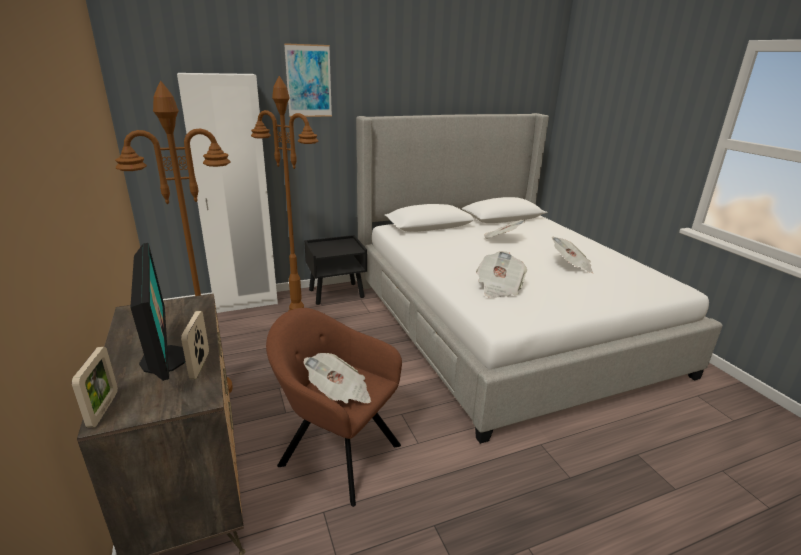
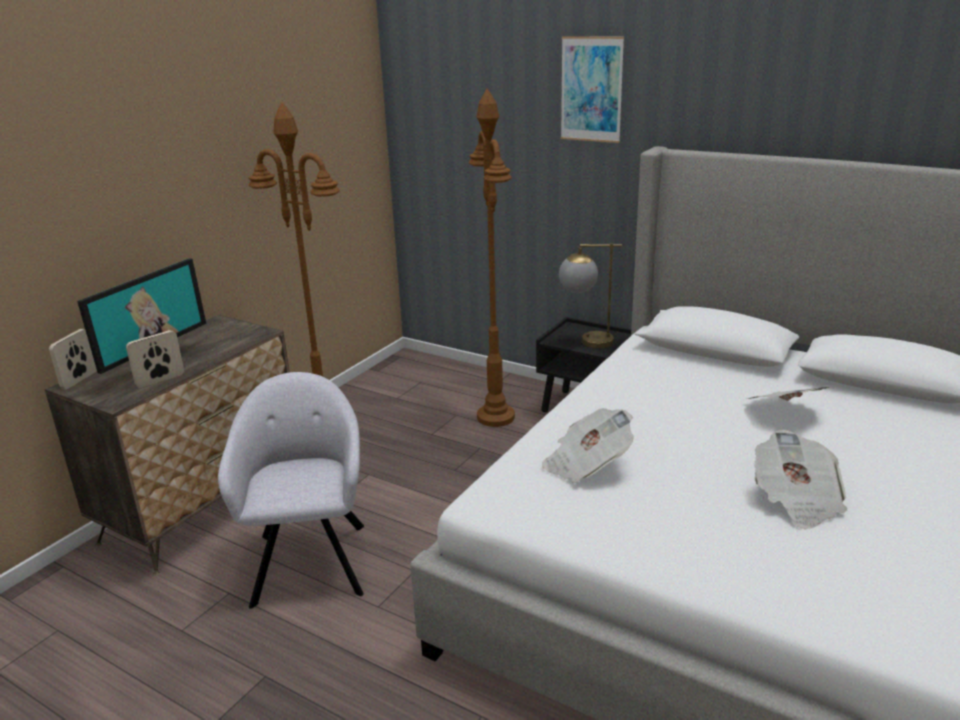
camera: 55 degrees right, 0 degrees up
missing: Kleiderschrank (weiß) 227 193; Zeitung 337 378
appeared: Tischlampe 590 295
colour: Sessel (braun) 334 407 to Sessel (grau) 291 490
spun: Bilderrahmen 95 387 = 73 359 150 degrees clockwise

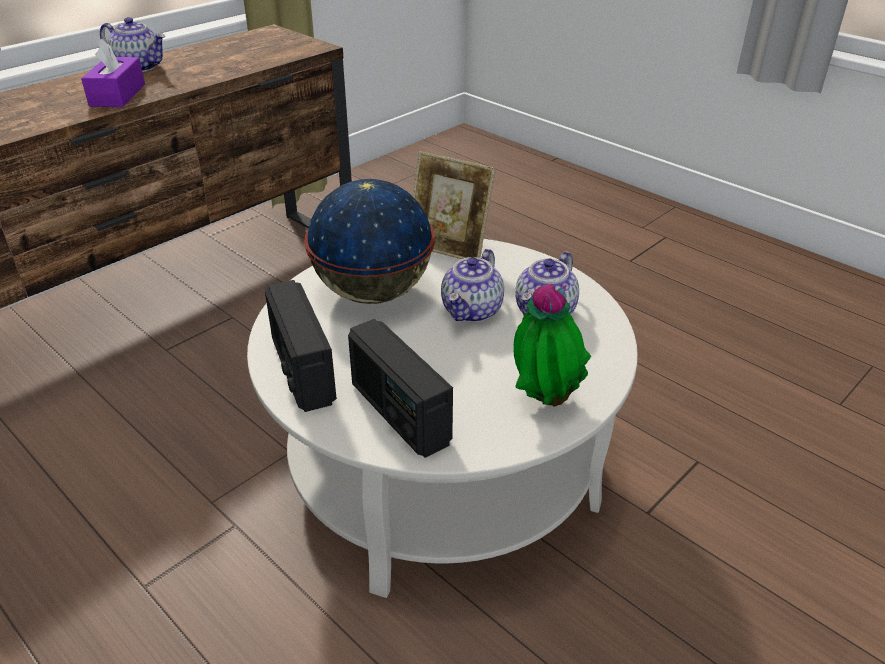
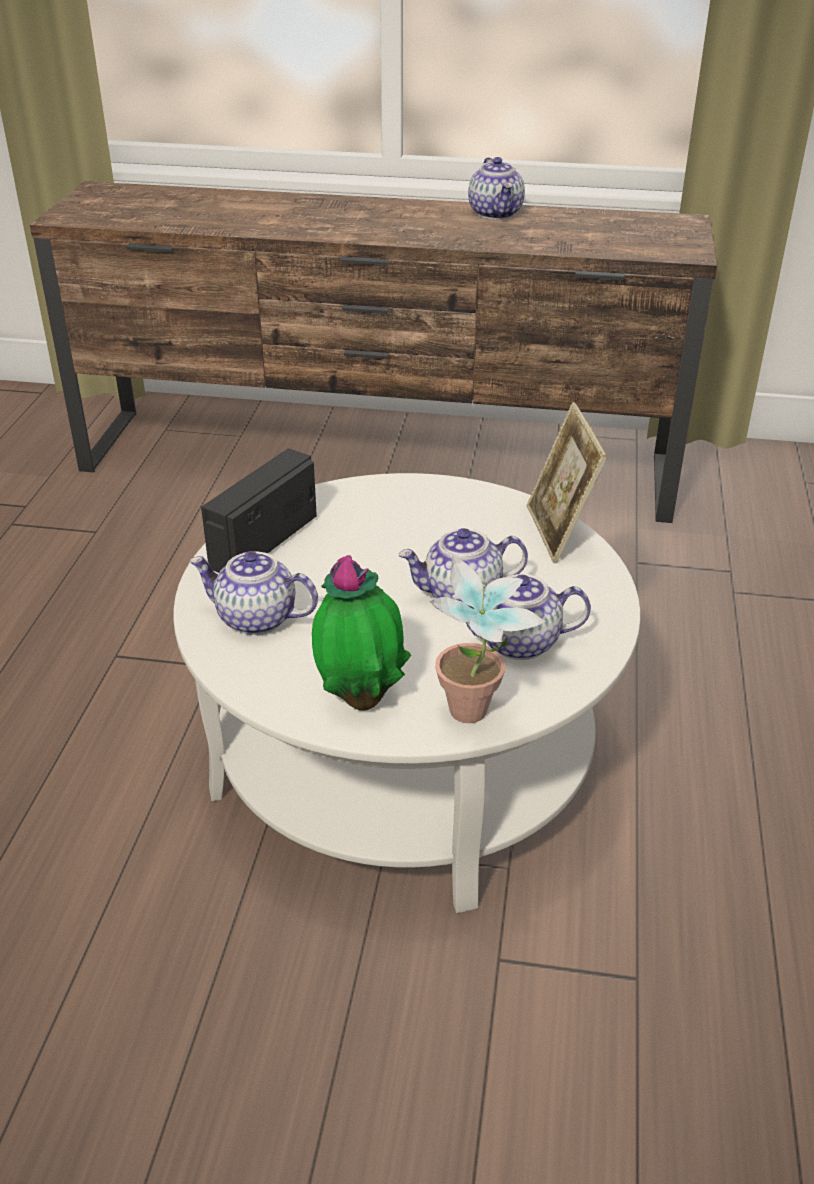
camera: 55 degrees right, 0 degrees up
missing: Taschentuchbox (lila) 113 73; Globus 369 241
appeared: Topfpflanze 488 638
exchanged: Radio 400 388 to Teekanne 253 593

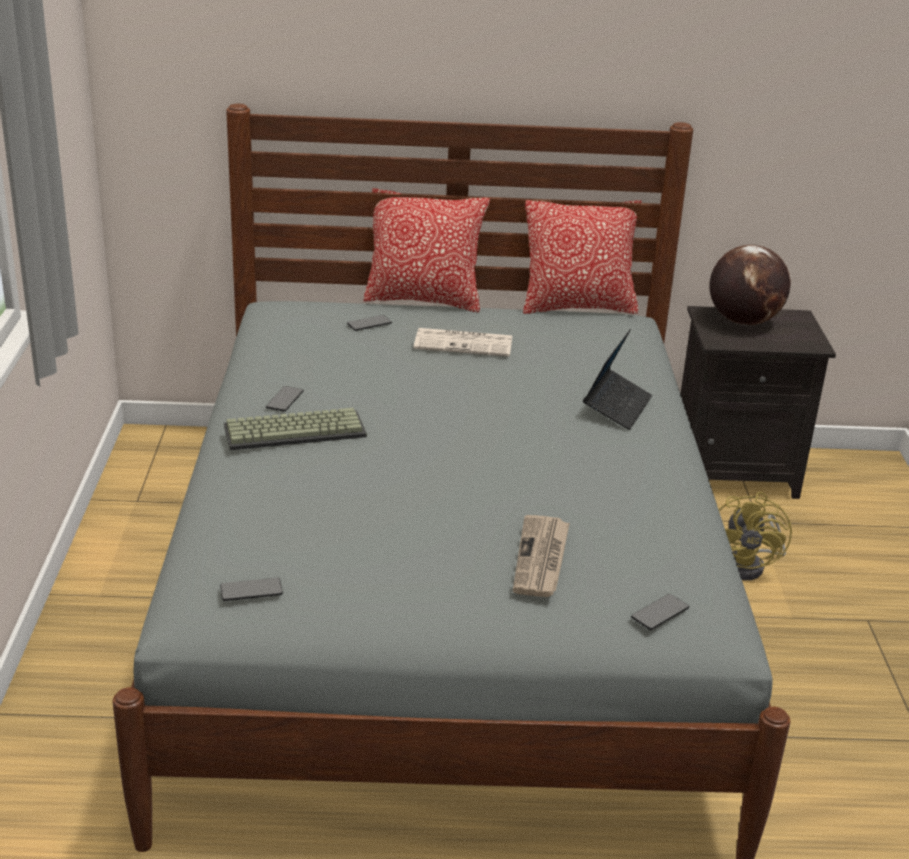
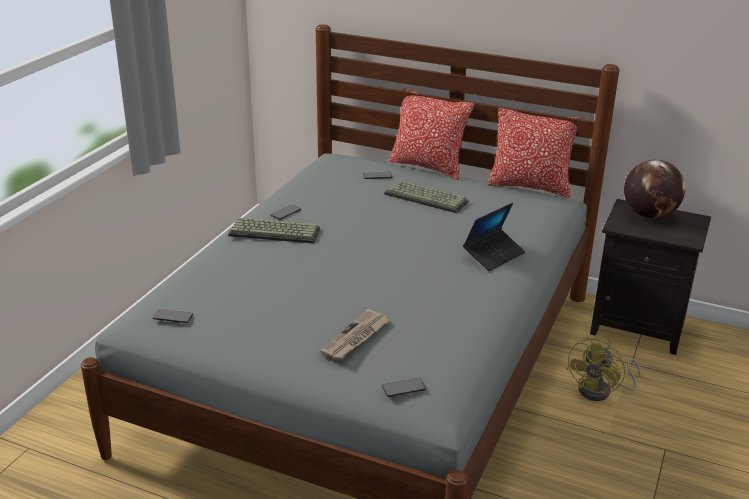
camera: 25 degrees right, 0 degrees up
exchanged: Zeitung 463 342 to Tastatur 426 196

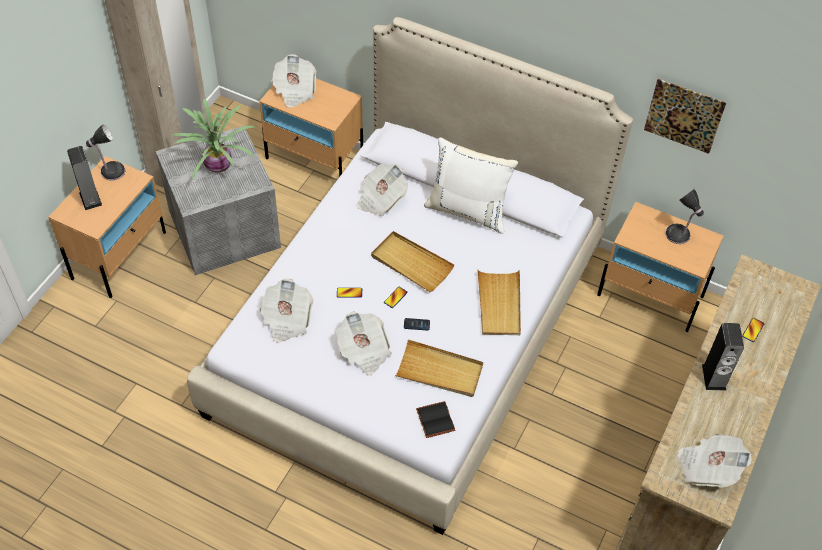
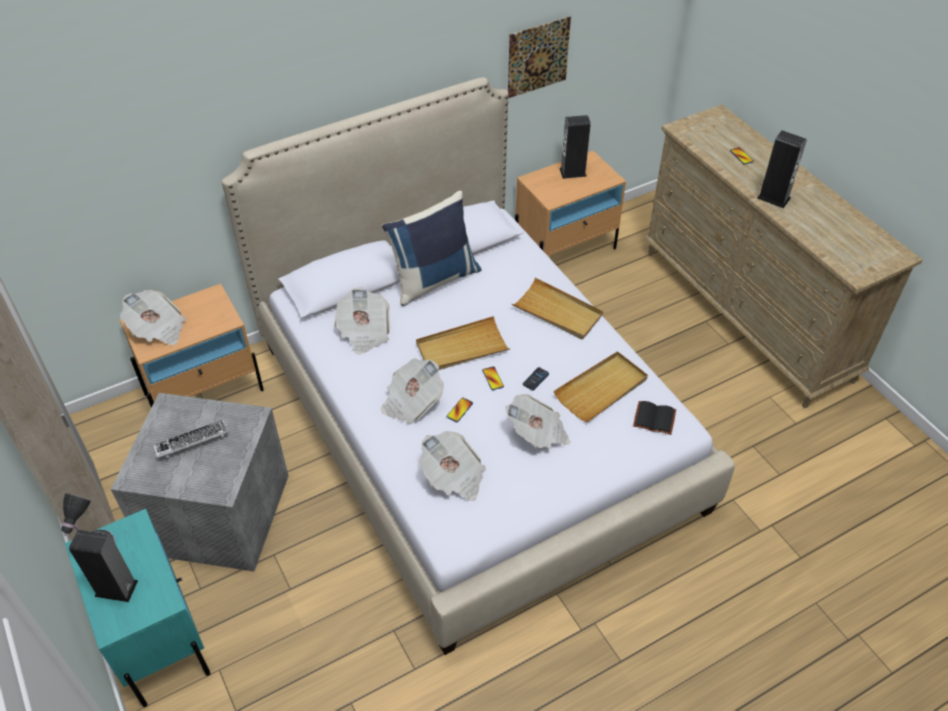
camera: 55 degrees left, 5 degrees down
relocated: Zeitung 715 461 to 412 391
exchanged: Topfpflanze 213 139 to Tastatur 191 439; Tischlampe 684 216 to Lautsprecher 575 147
colour: Nachttisch (beige) 107 227 to Nachttisch (türkis) 138 608; Kissen (weiß) 471 185 to Kissen (blau) 432 248

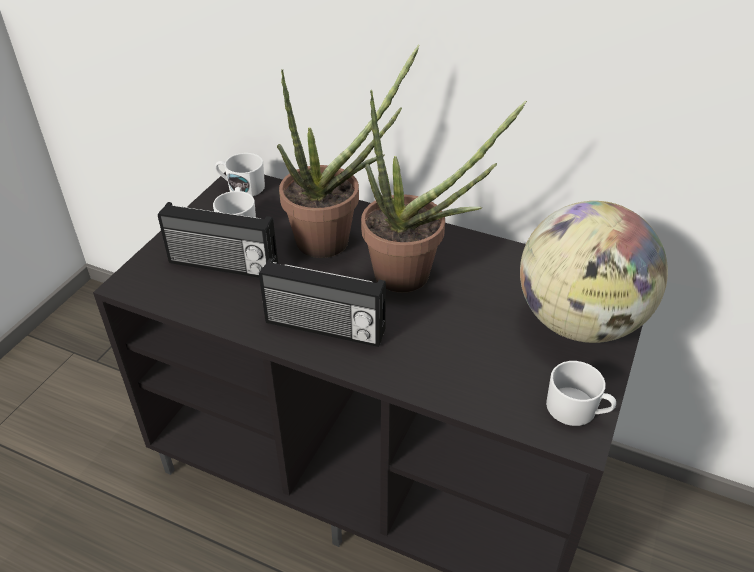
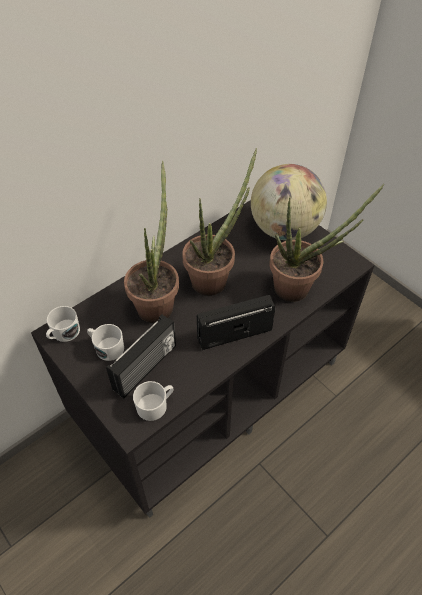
camera: 65 degrees left, 10 degrees up
appeared: Topfpflanze 326 243
relocated: Henkelbecher (weiß) 581 393 to 153 401
spun: Radio 322 302 = 236 322 150 degrees counterclockwise

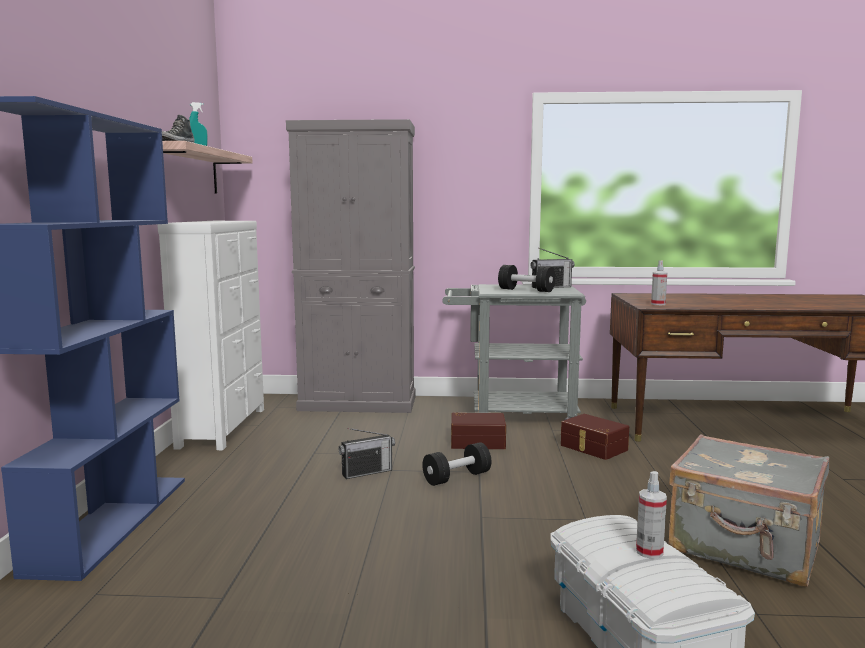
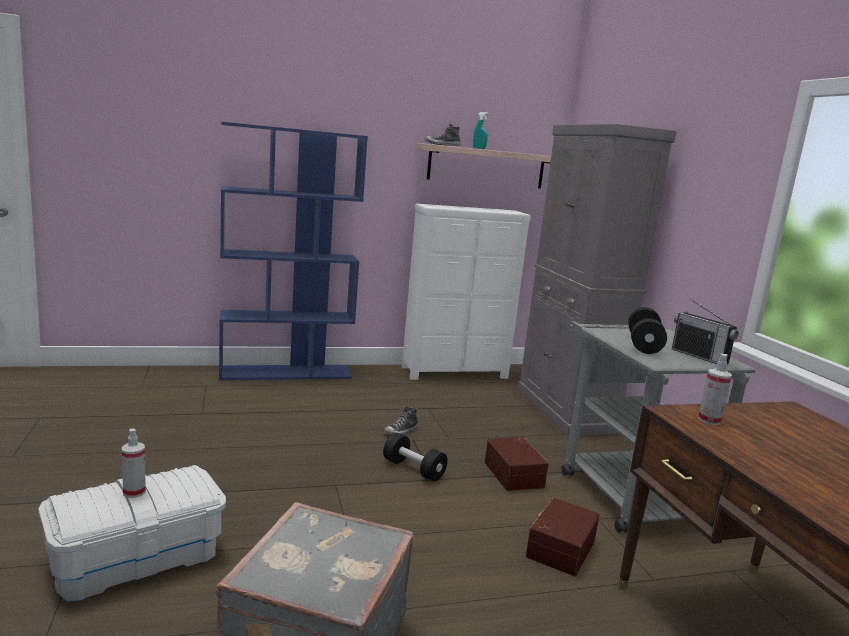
camera: 70 degrees right, 5 degrees up
exchanged: Radio 366 453 to Schuh 401 420

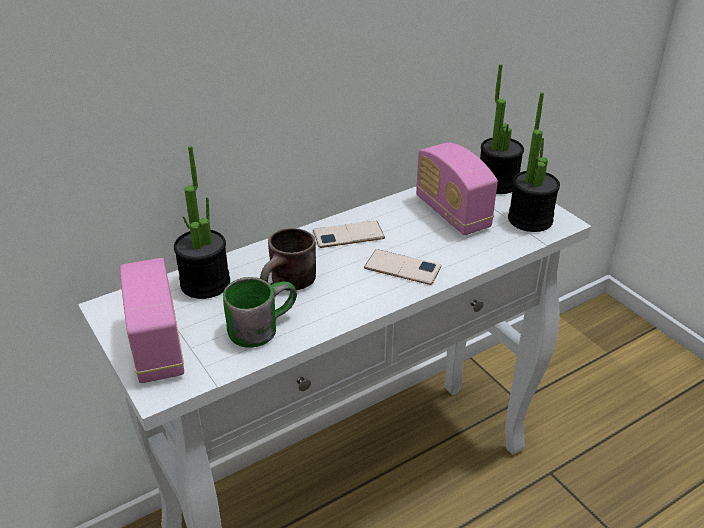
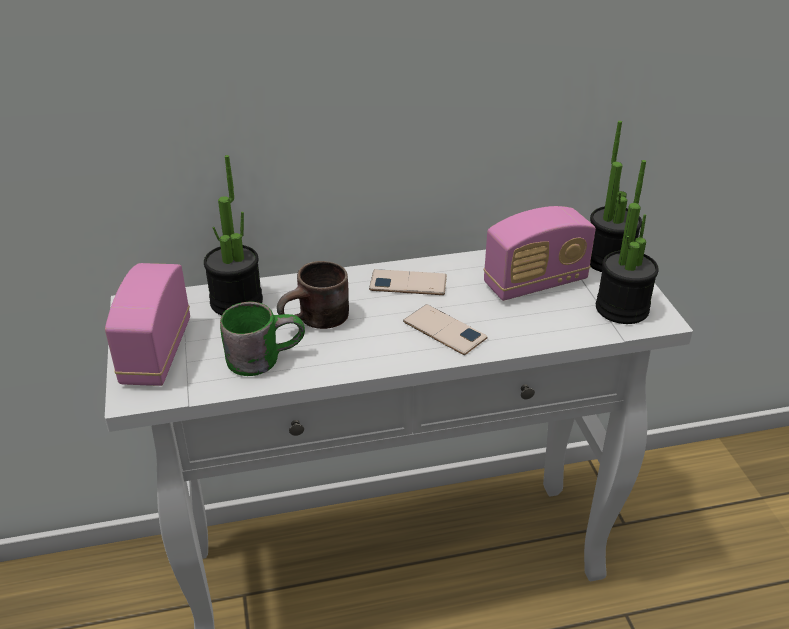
camera: 20 degrees right, 0 degrees up
spun: Radio 457 188 = 540 253 105 degrees counterclockwise

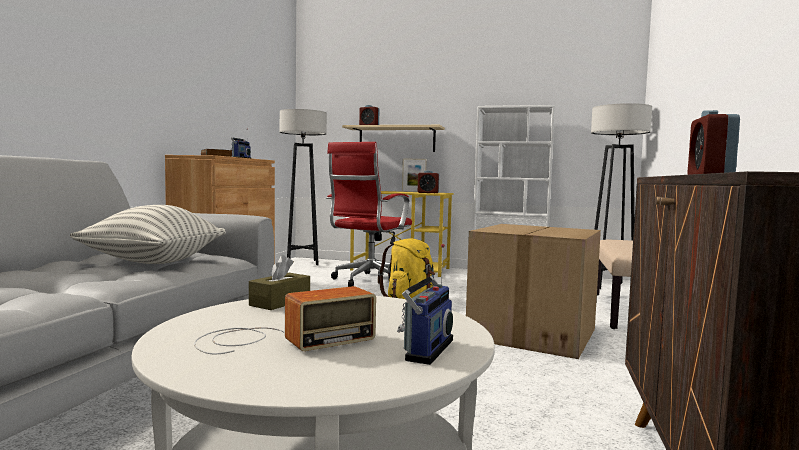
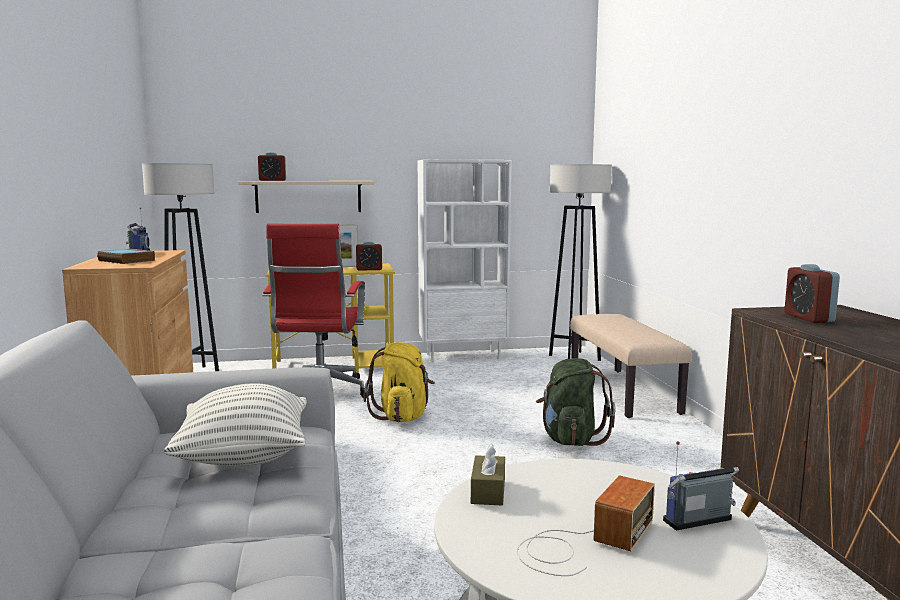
camera: 25 degrees left, 5 degrees up
exchanged: Karton 533 291 to Rucksack (grün) 576 402
spun: Radio 425 304 = 701 486 105 degrees counterclockwise

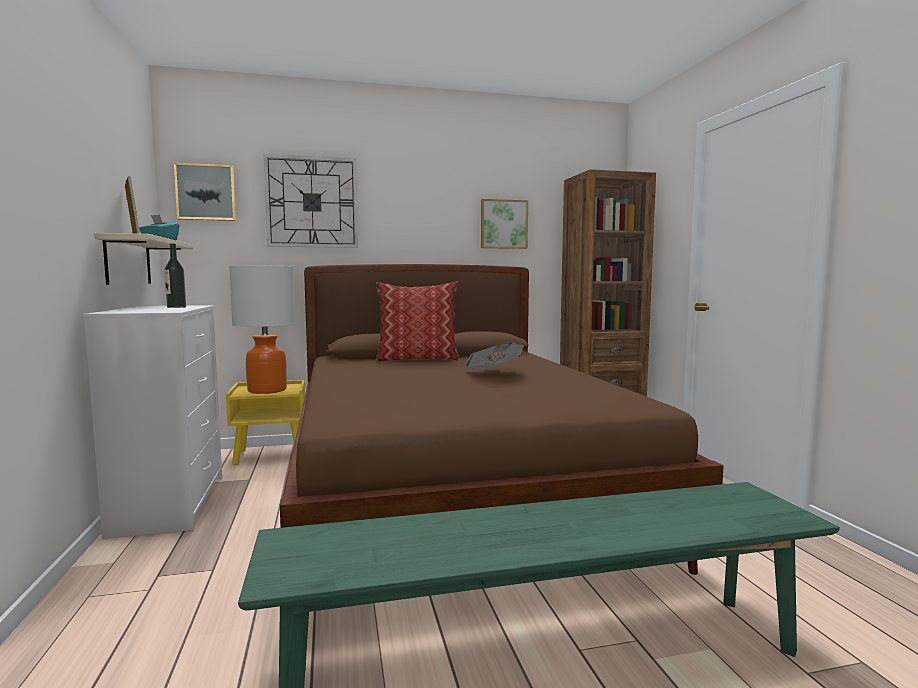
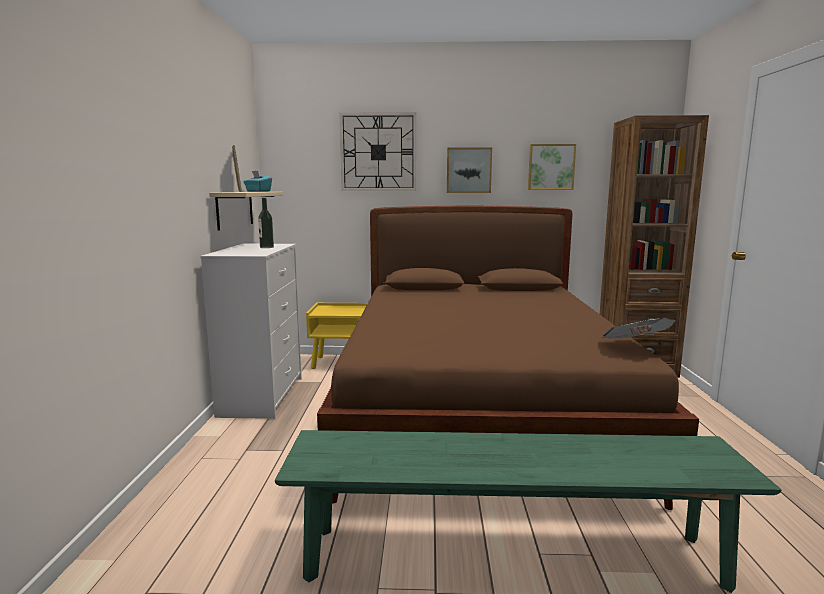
camera: 15 degrees right, 5 degrees up
missing: Tischlampe 262 329; Kissen 417 321
relocated: Bild 205 192 to 469 170; Zeitung 494 355 to 638 328

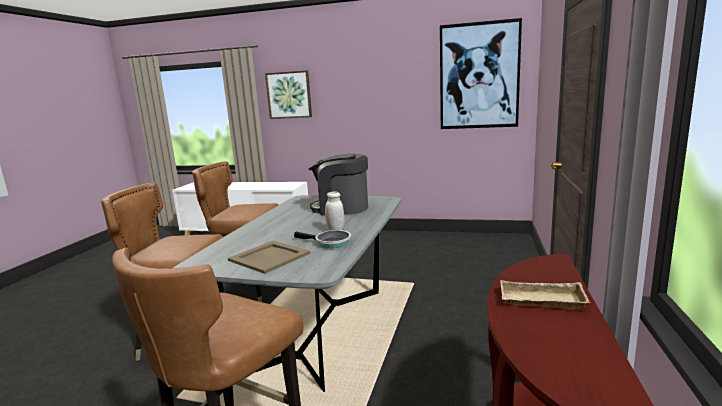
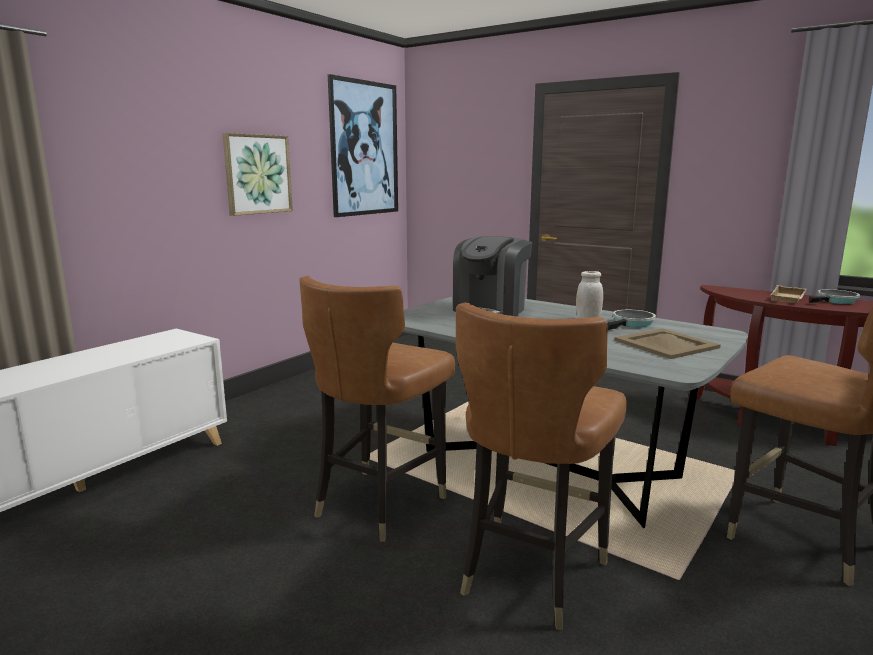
camera: 70 degrees left, 0 degrees up
appeared: Pfanne 834 296
relocated: Bild 288 94 to 258 174

